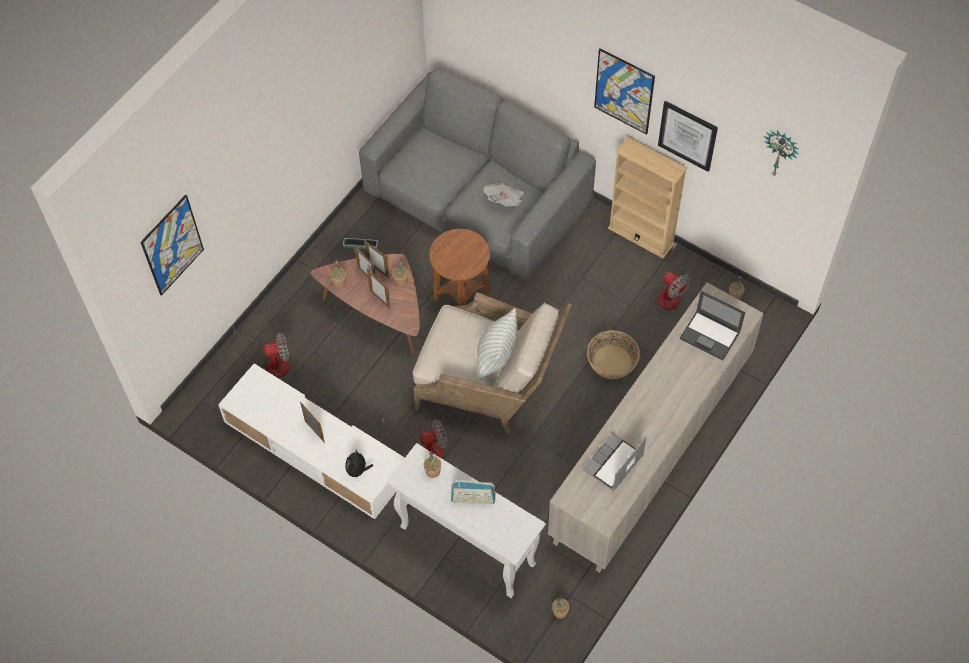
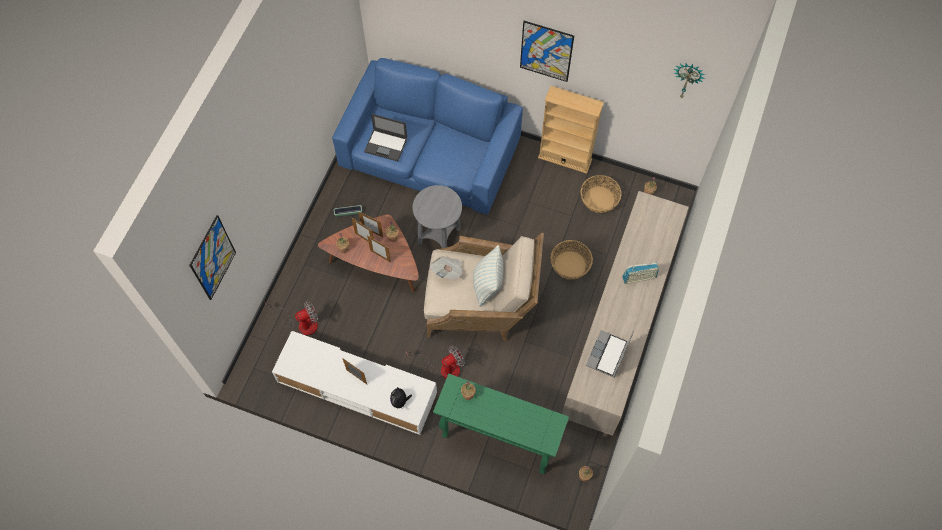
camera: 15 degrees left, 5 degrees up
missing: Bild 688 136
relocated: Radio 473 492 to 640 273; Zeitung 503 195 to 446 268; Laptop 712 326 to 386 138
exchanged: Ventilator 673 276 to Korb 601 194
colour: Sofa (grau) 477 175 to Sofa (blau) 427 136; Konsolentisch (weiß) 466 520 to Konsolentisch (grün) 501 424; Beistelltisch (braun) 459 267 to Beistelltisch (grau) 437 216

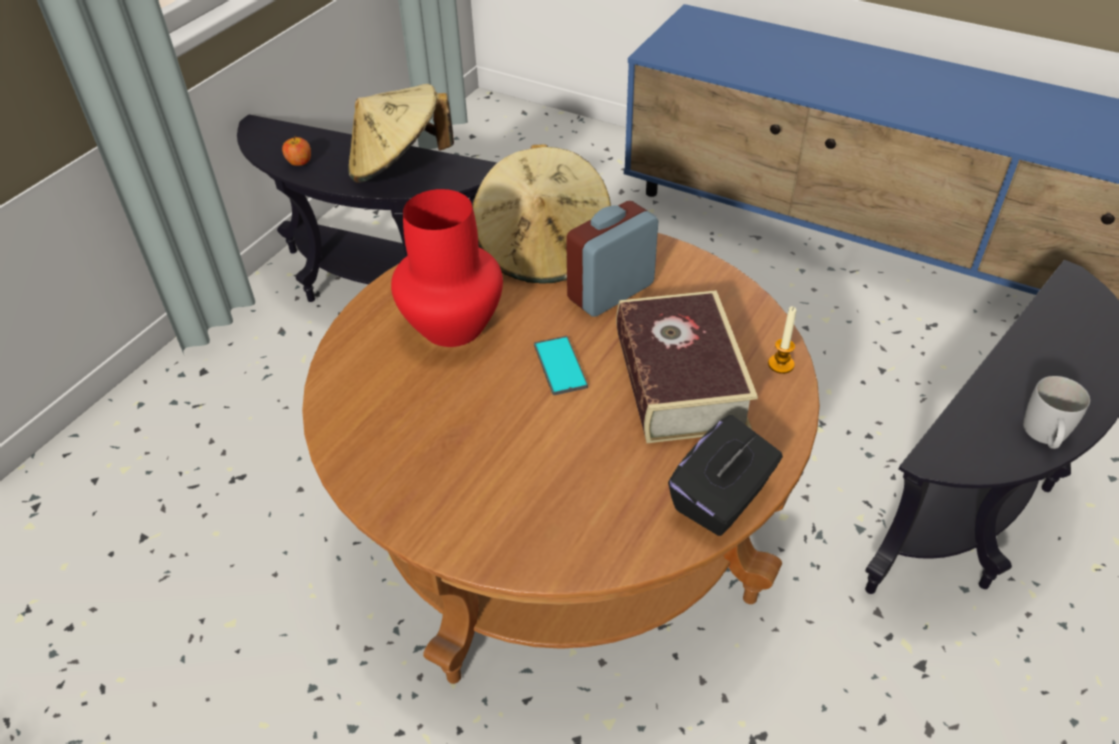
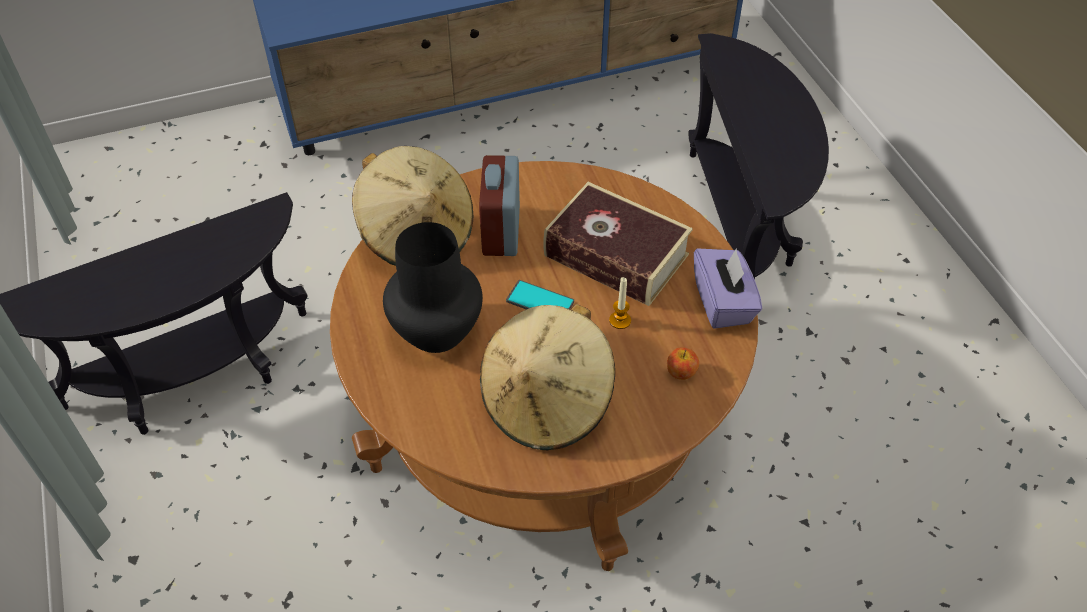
camera: 50 degrees left, 5 degrees up
missing: Henkelbecher (weiß) 1056 412
relocated: Apfel 296 151 to 683 363; Hut (beige) 401 133 to 547 377; Kerze 782 340 to 620 303
colour: Vase (rot) 447 268 to Vase (schwarz) 433 287; Taschentuchbox (schwarz) 725 475 to Taschentuchbox (lila) 728 288

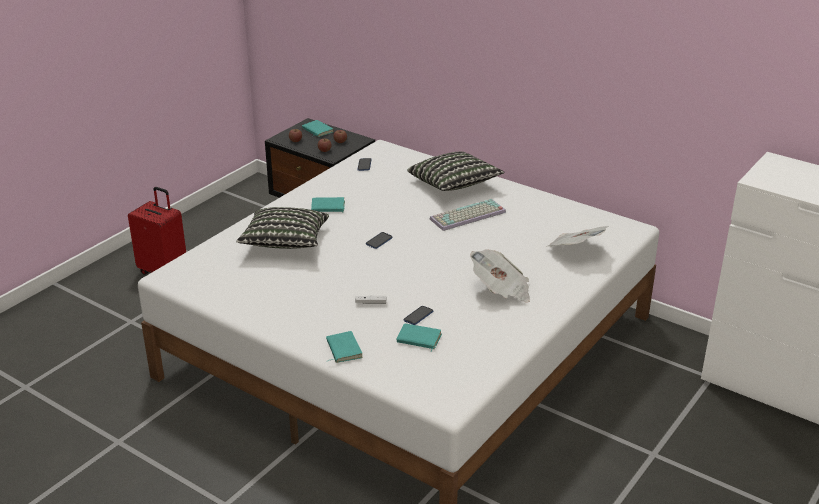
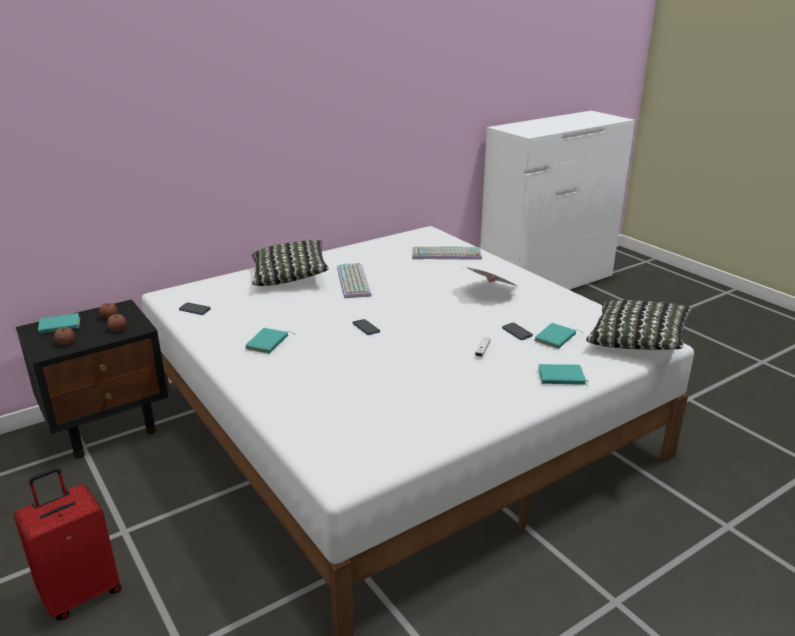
camera: 70 degrees left, 5 degrees down
relocated: Kissen 282 228 to 639 325
exchanged: Zeitung 577 236 to Tastatur 447 253

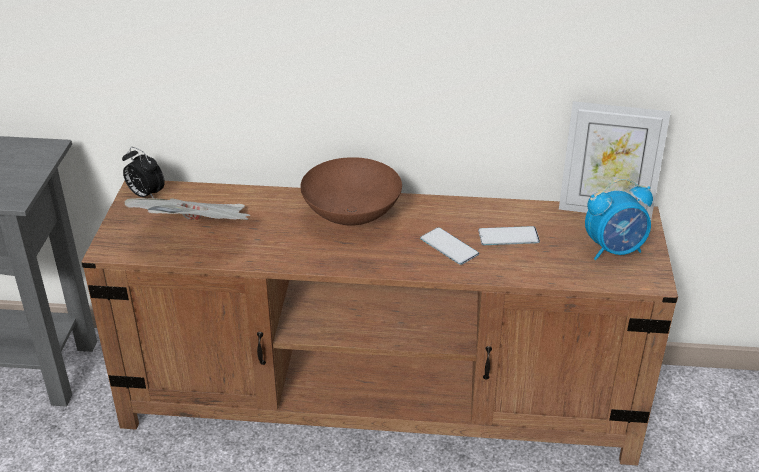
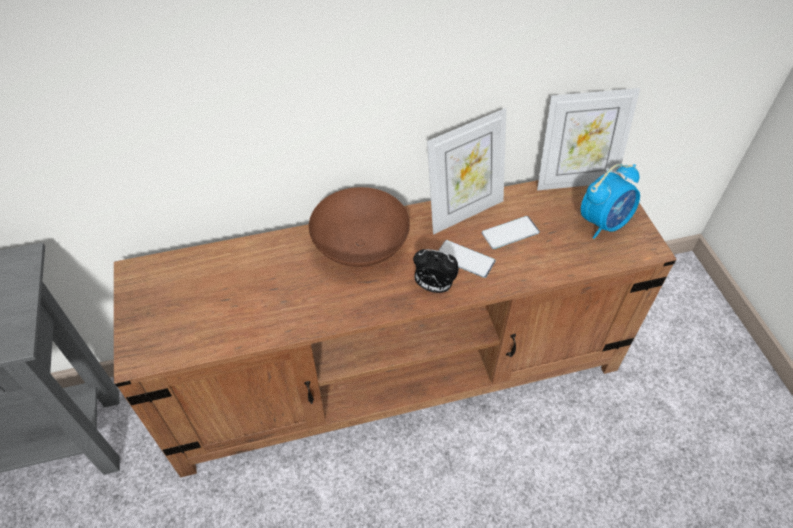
camera: 20 degrees left, 15 degrees up
missing: Zeitung 187 209
appeared: Bilderrahmen 466 171
relocated: Wecker 143 173 to 436 271

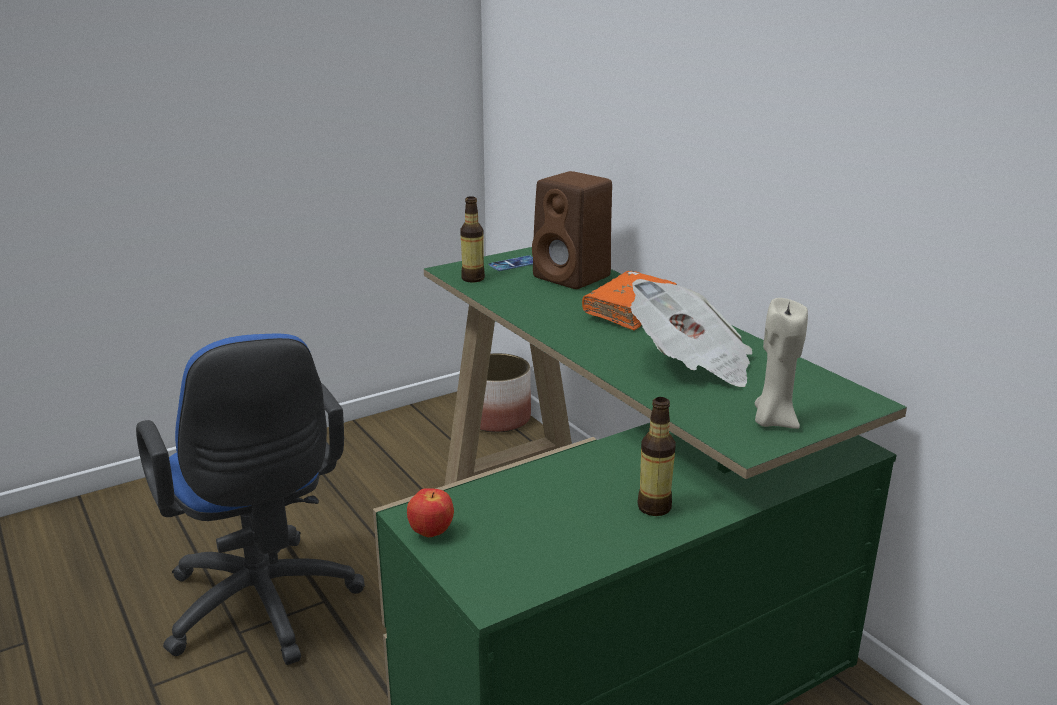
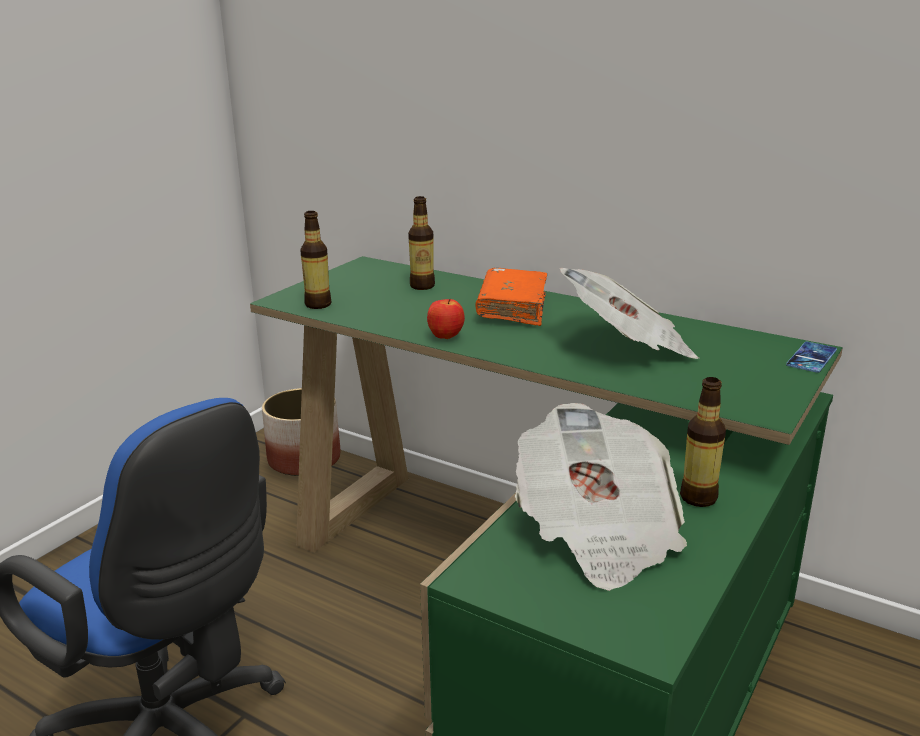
camera: 25 degrees left, 0 degrees up
missing: Kerze (beige) 781 363
appeared: Zeitung 601 497
relocated: Apfel 430 512 to 446 319; Handy 511 263 to 811 357
exchanged: Lautsprecher (braun) 572 230 to Flasche 421 243

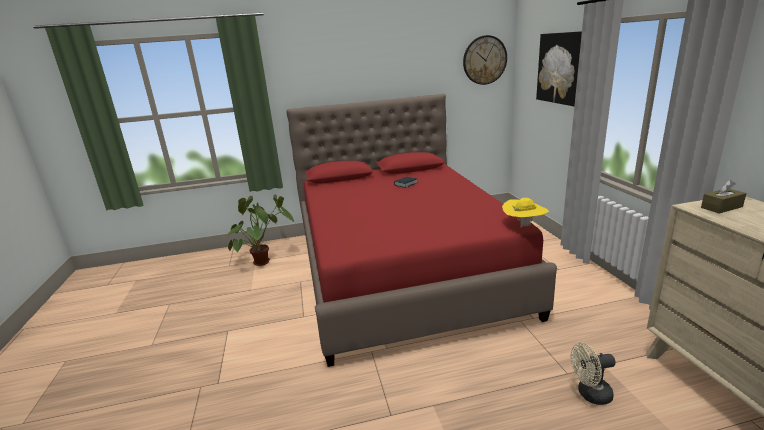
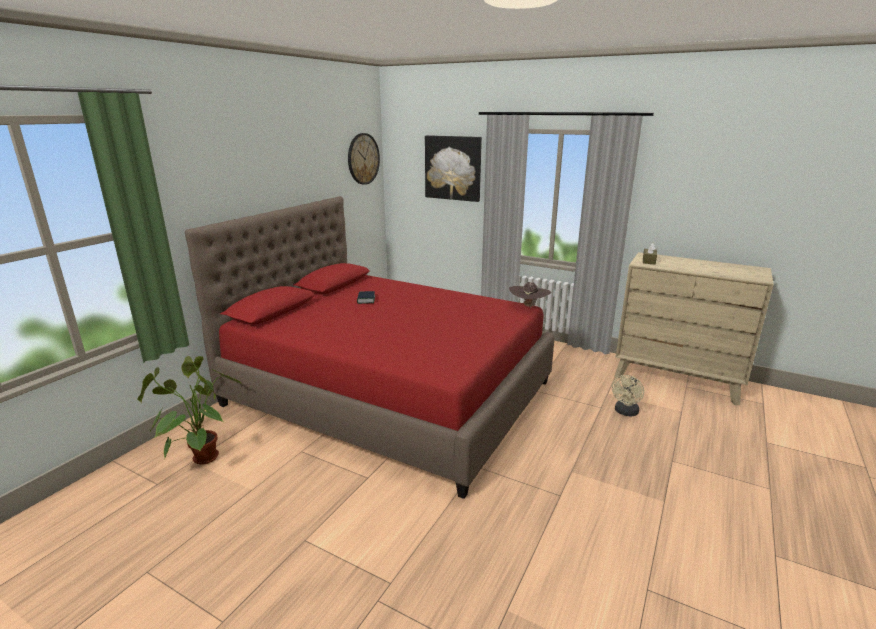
camera: 50 degrees left, 0 degrees up
colour: Hut (gelb) 525 213 to Hut (braun) 530 295

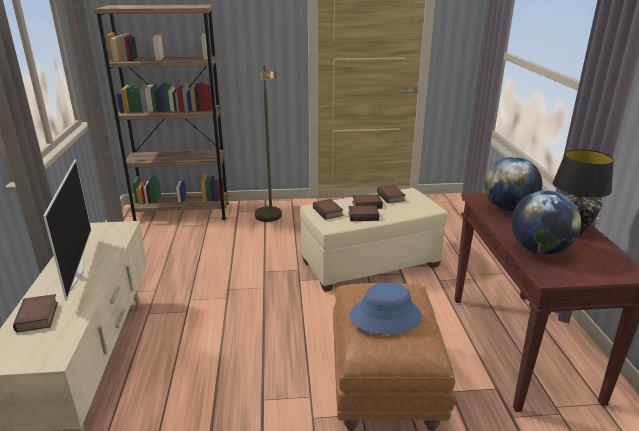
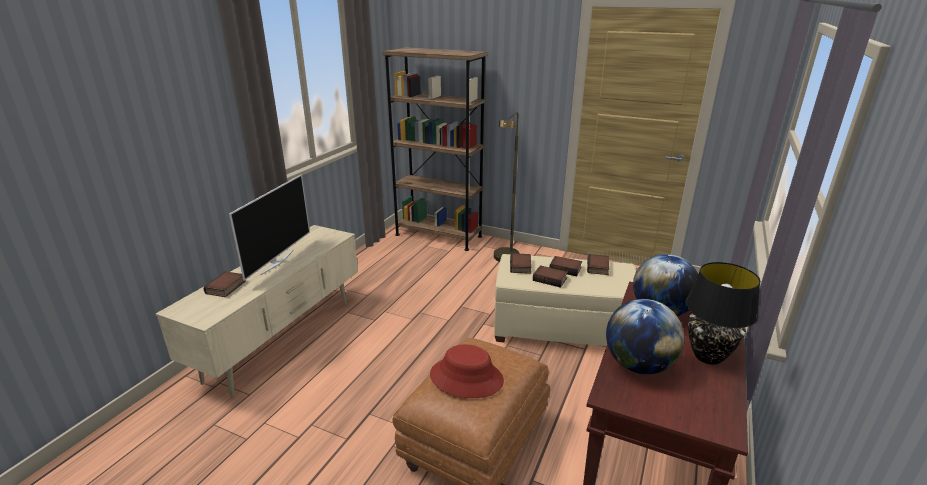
camera: 30 degrees right, 0 degrees up
colour: Hut (blau) 385 308 to Hut (rot) 467 371

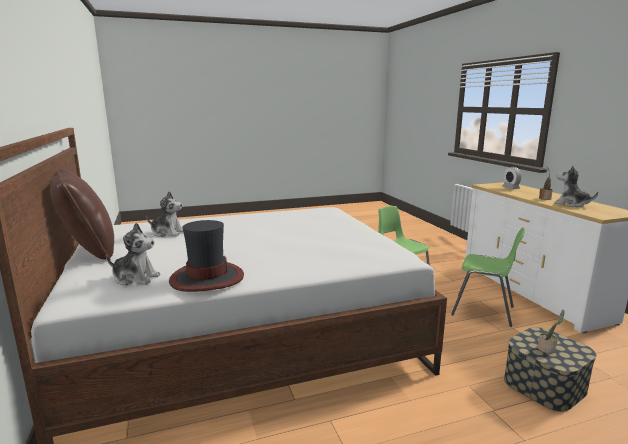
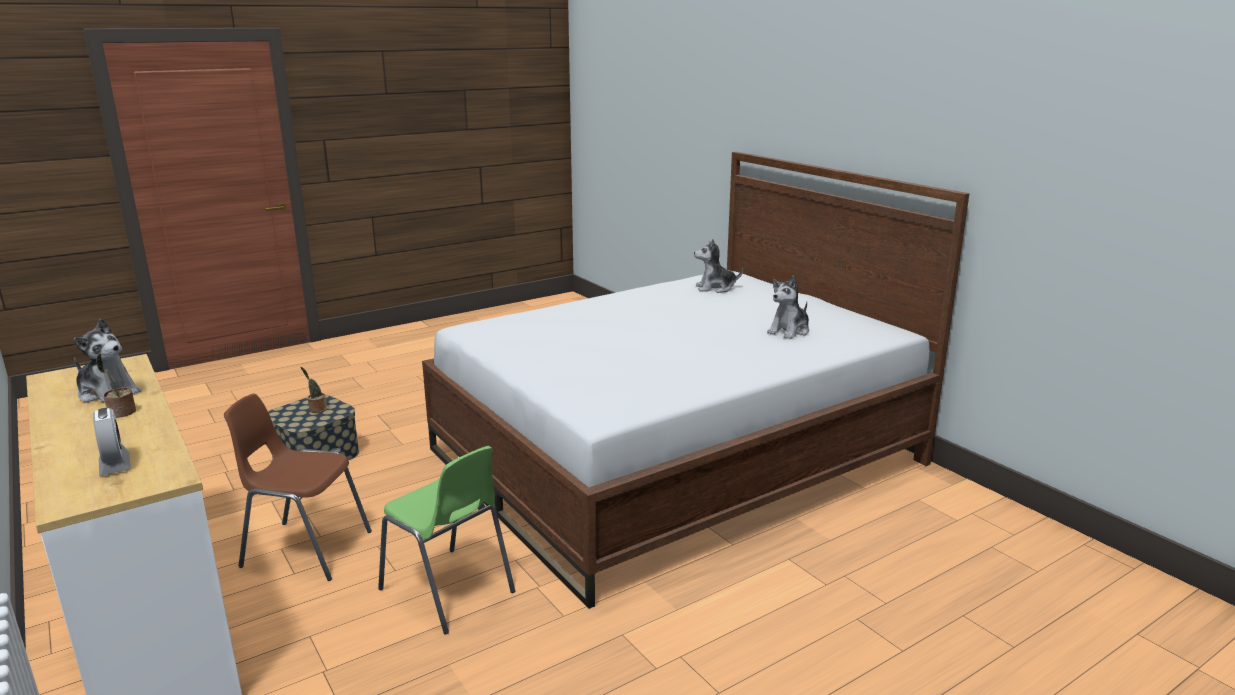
camera: 165 degrees right, 5 degrees up
missing: Kissen (braun) 82 214; Hut 206 256
colour: Stuhl (grün) 488 277 to Stuhl (braun) 298 487
spun: Plüschtier 165 214 = 788 307 45 degrees counterclockwise

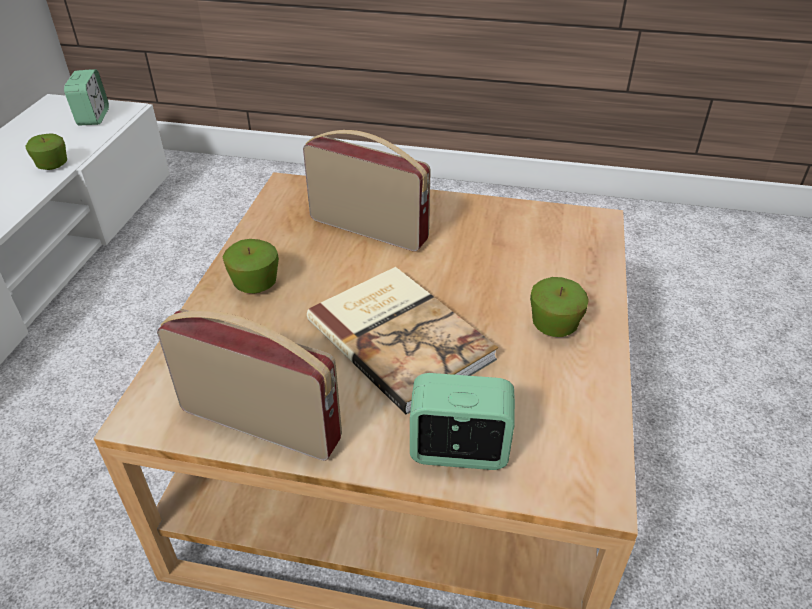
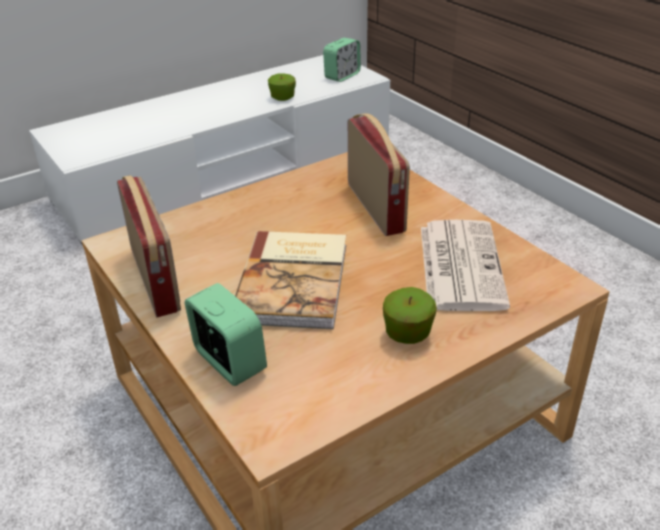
camera: 45 degrees right, 5 degrees down
missing: Apfel 250 266
appeared: Zeitung 465 265

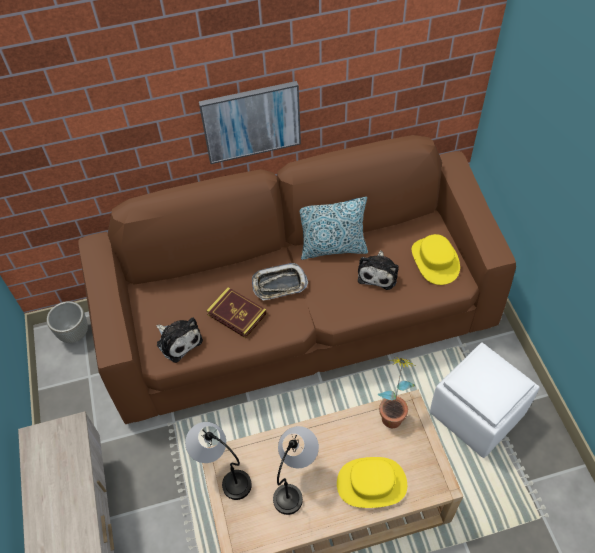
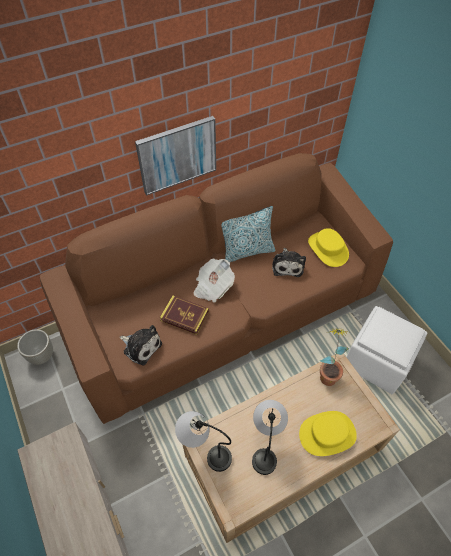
camera: 15 degrees left, 0 degrees up
exchanged: Tablett 280 282 to Zeitung 214 280

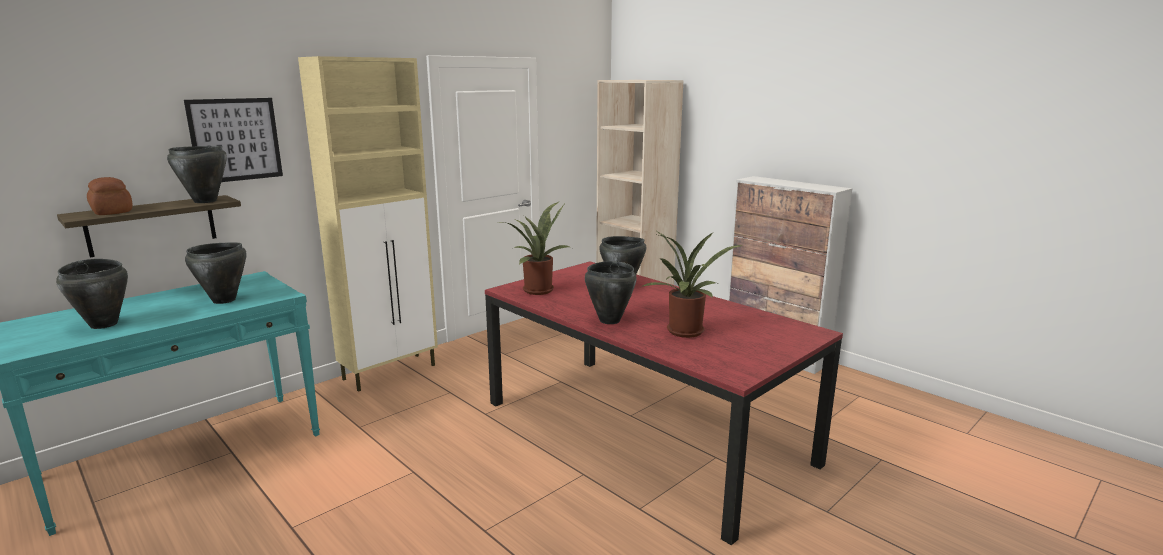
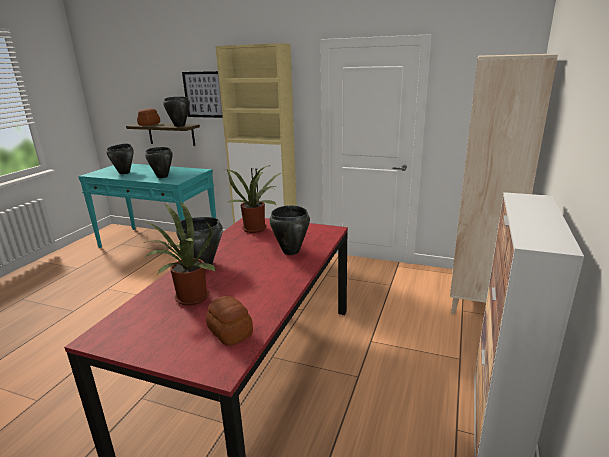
camera: 65 degrees right, 5 degrees up
appeared: Brot 229 321

